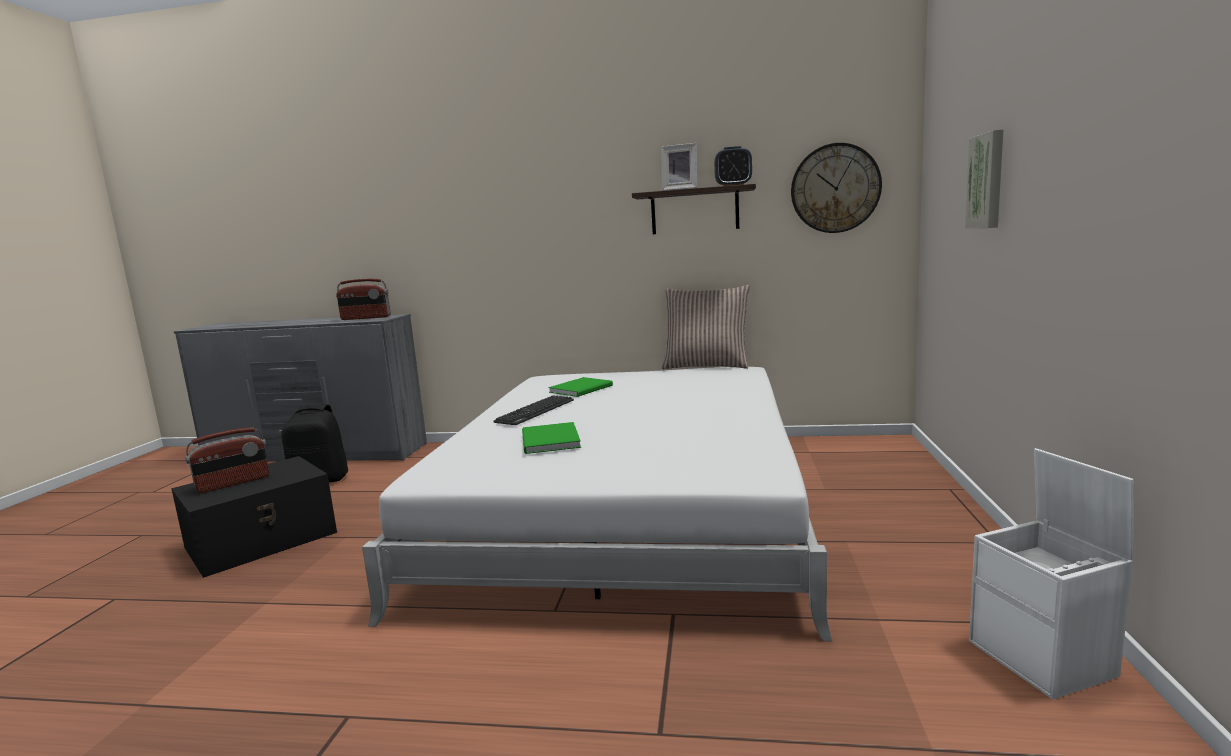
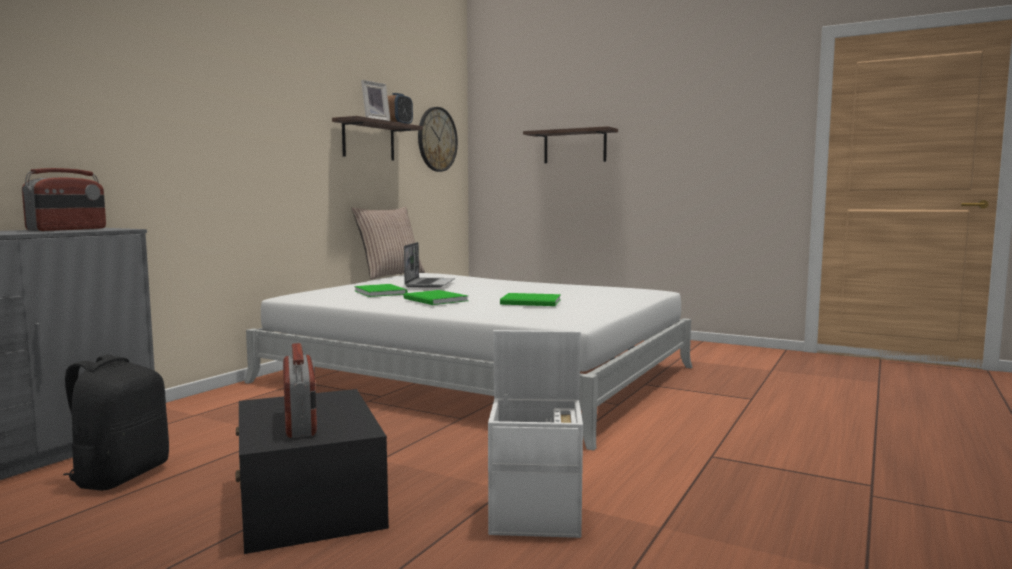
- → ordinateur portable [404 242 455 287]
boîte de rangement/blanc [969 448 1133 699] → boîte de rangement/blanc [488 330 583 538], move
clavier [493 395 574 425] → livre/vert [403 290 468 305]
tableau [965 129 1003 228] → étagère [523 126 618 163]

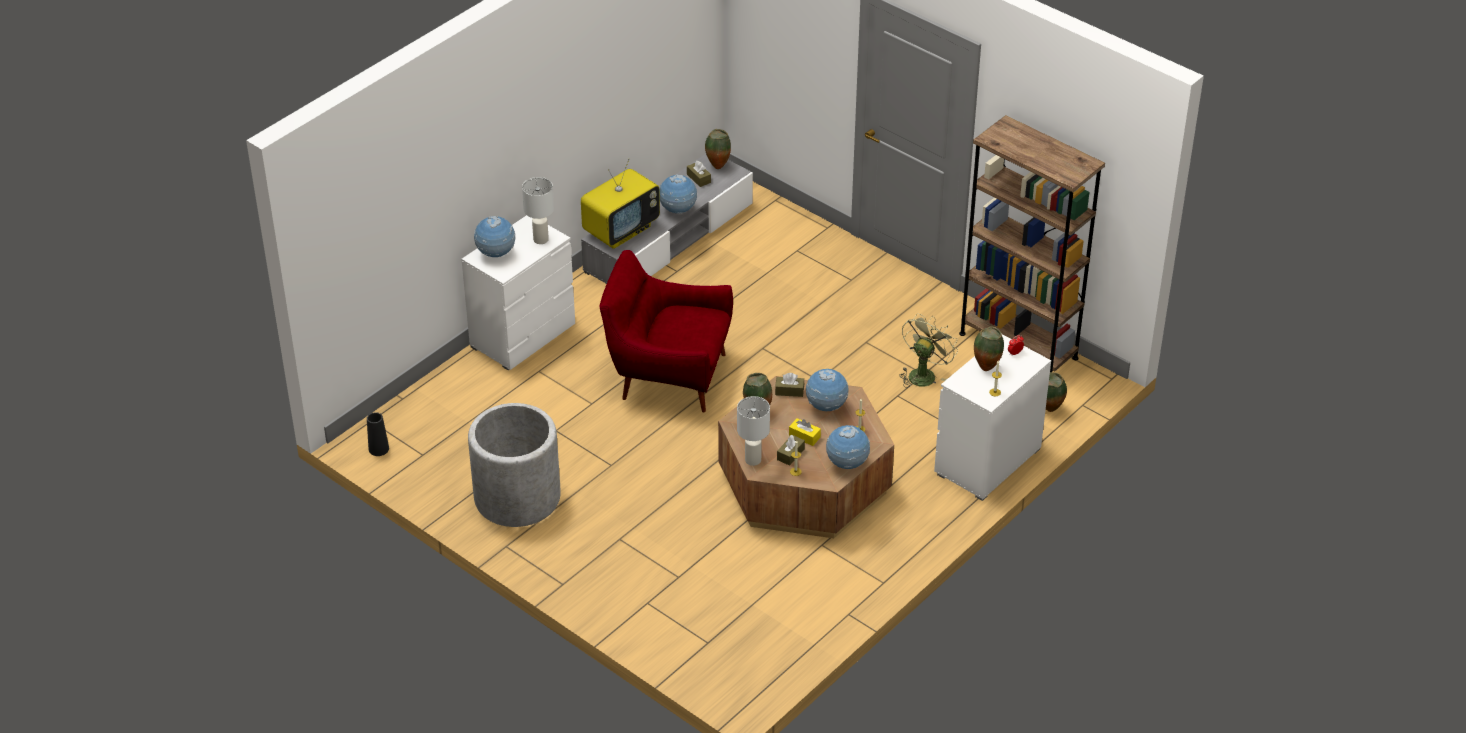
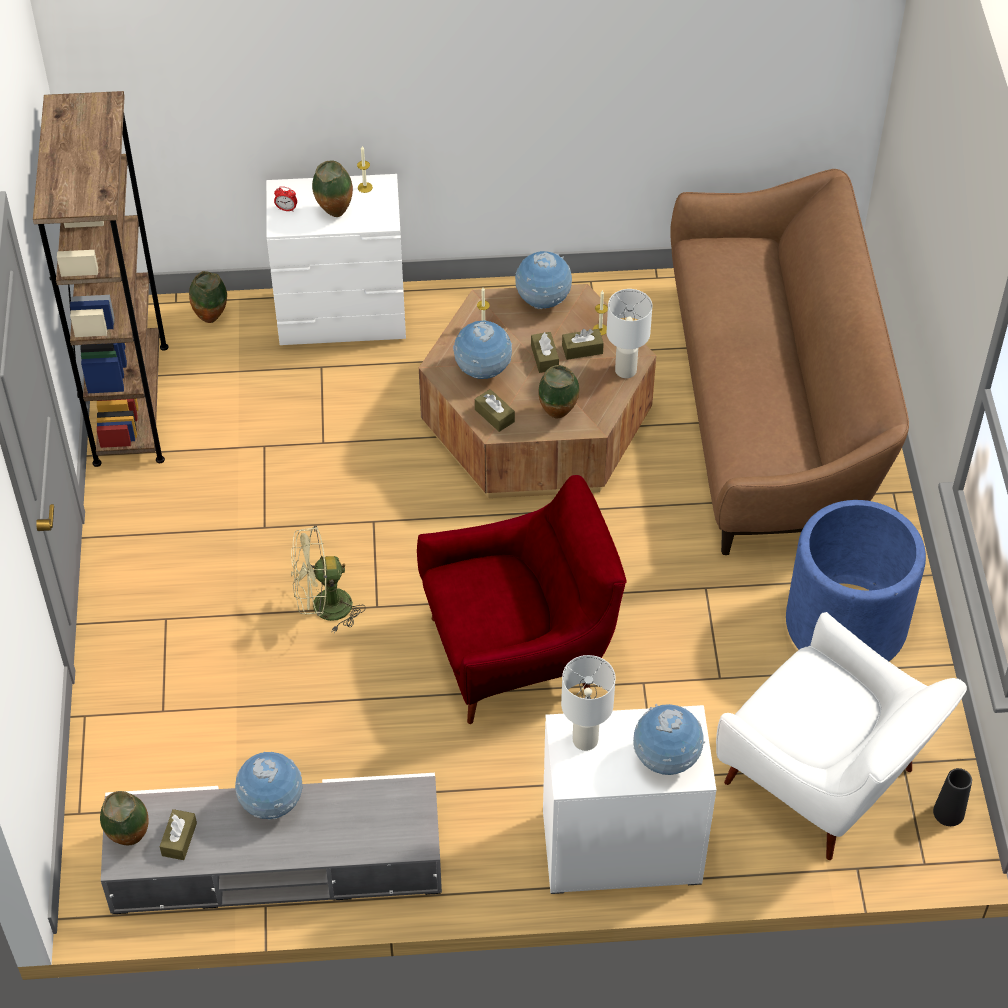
téléviseur [581 158 660 249] → -
- → canapé/marron [670 169 909 555]
- → fauteuil/blanc [716 612 967 860]
ventilateur/vert [899 313 958 388] → ventilateur/vert [291 526 366 633], move
cache-pot/gris [468 403 561 527] → cache-pot/bleu [786 500 926 661]
boîte à mouchoirs/jaune [789 418 821 446] → boîte à mouchoirs/marron [531 332 559 373]
fauteuil/rouge [599 250 733 413] → fauteuil/rouge [417 475 627 724], 75 degrees counterclockwise

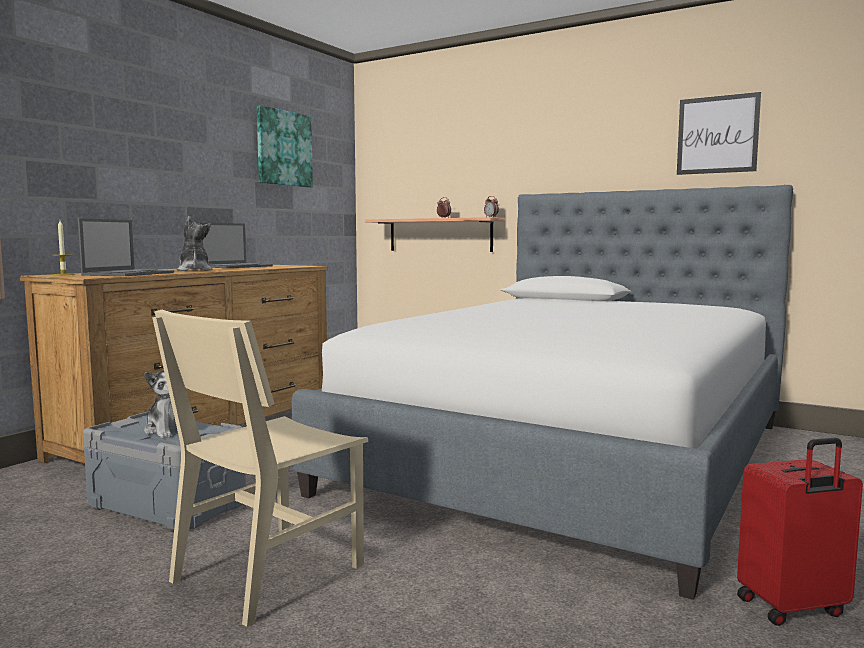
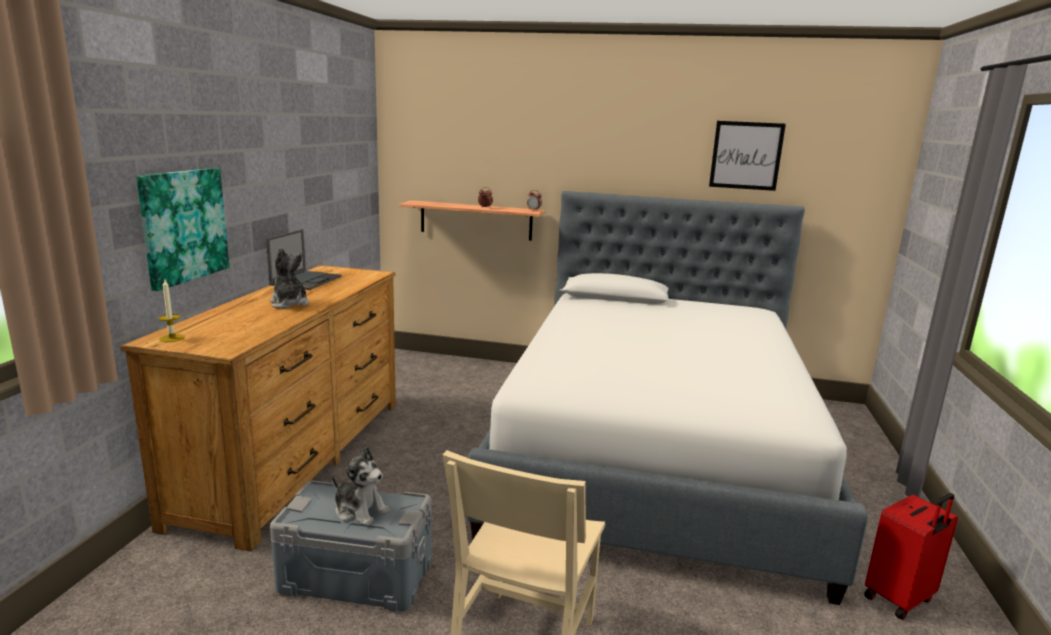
ordinateur portable [78 218 174 276] → -
tableau [257 105 313 187] → tableau [136 168 229 291], move

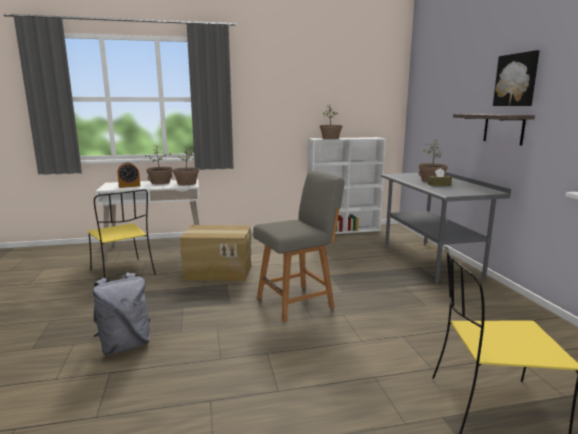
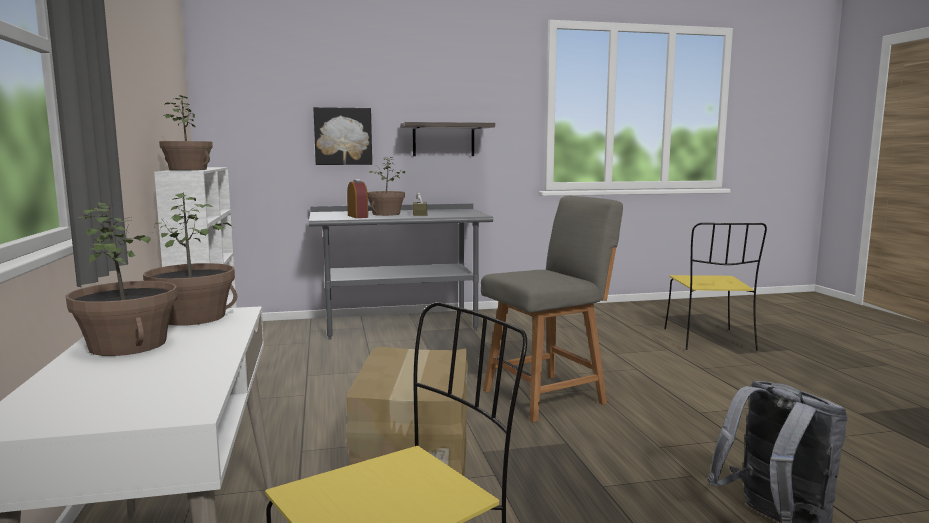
réveil [118 162 140 188] → réveil [347 179 368 218], move
tableau [493 50 540 106] → tableau [313 107 372 165], move
chaise/gris [253 171 344 322] → chaise/gris [481 196 623 422], 90 degrees clockwise

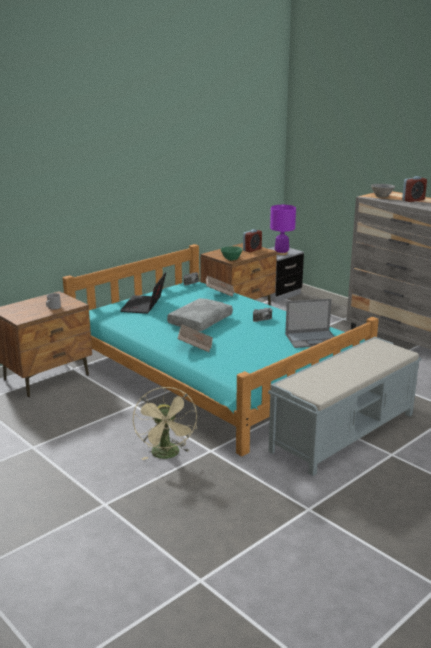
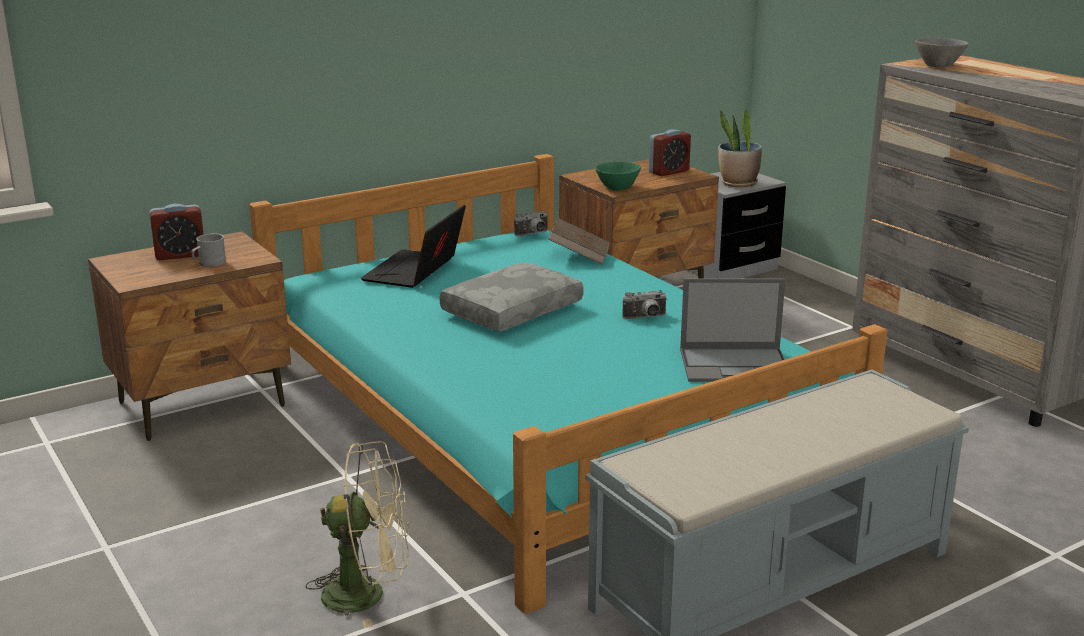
livre/marron [177 325 213 352] → -
réveil [402 176 427 202] → réveil [149 204 203 260], move
lampe de table/violet [270 205 296 255] → plante en pot [718 109 762 187]
ventilateur/beige [133 387 197 460] → ventilateur/beige [305 441 409 628], 90 degrees counterclockwise

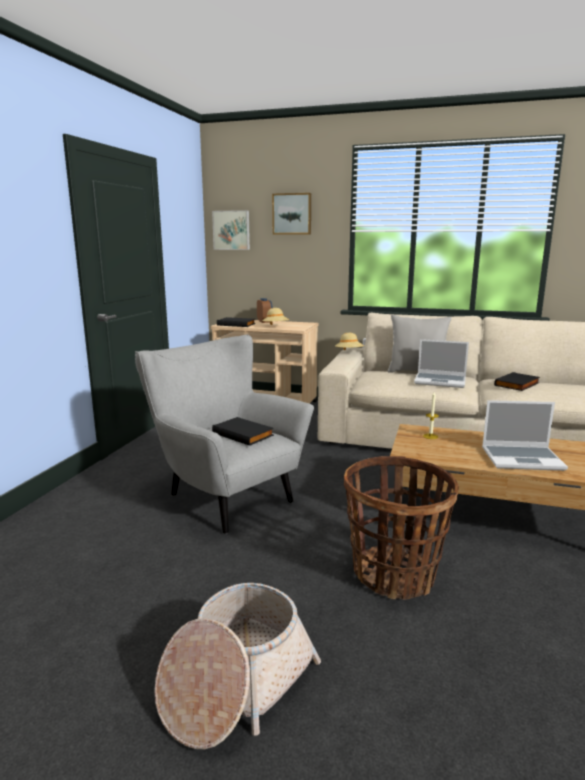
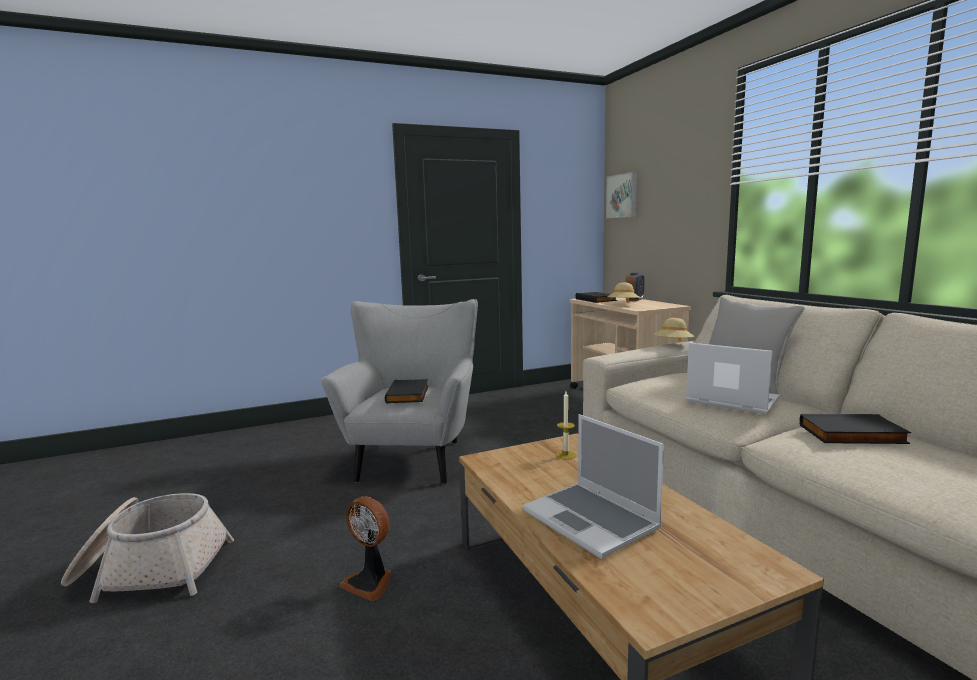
tableau [272 193 311 235] → -
panier [344 456 459 600] → ventilateur [339 497 392 601]
ordinateur portable [414 339 469 388] → ordinateur portable [686 342 780 414], 150 degrees clockwise

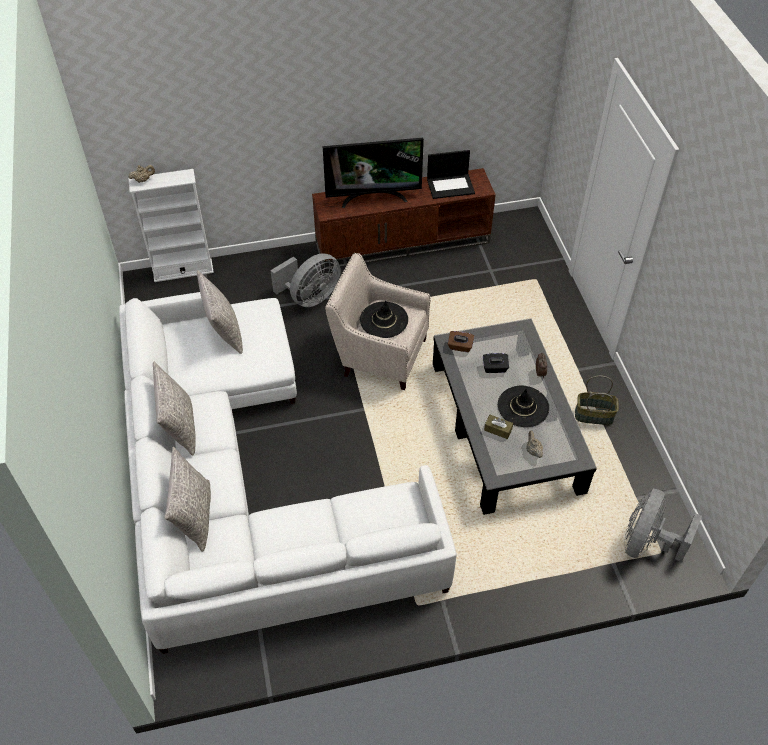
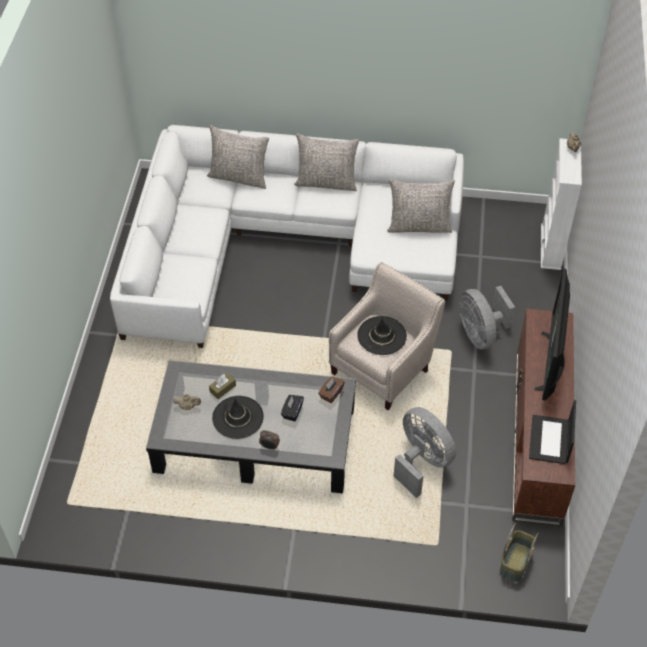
panier [575 376 619 425] → panier [500 523 539 582], move
ventilateur/gris [625 489 702 562] → ventilateur/gris [394 407 456 498], move

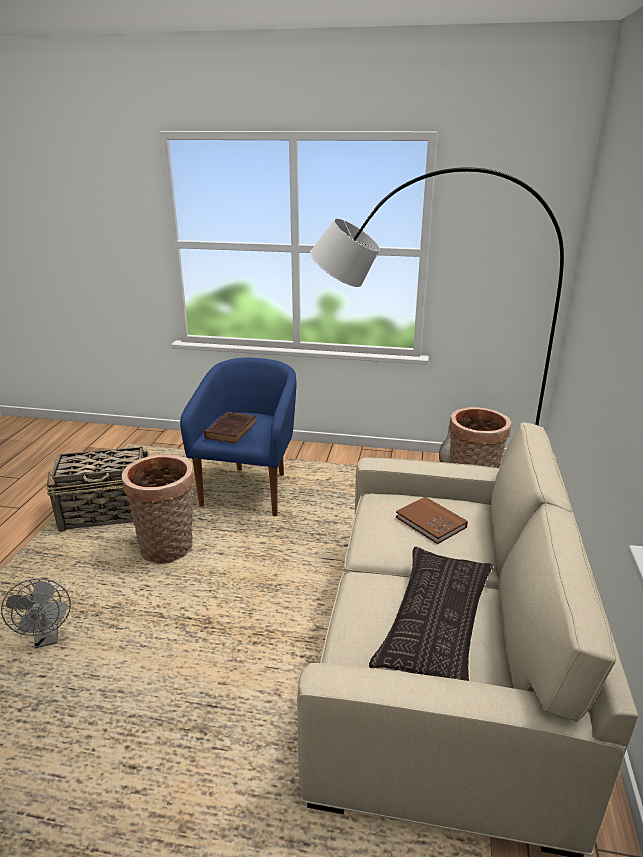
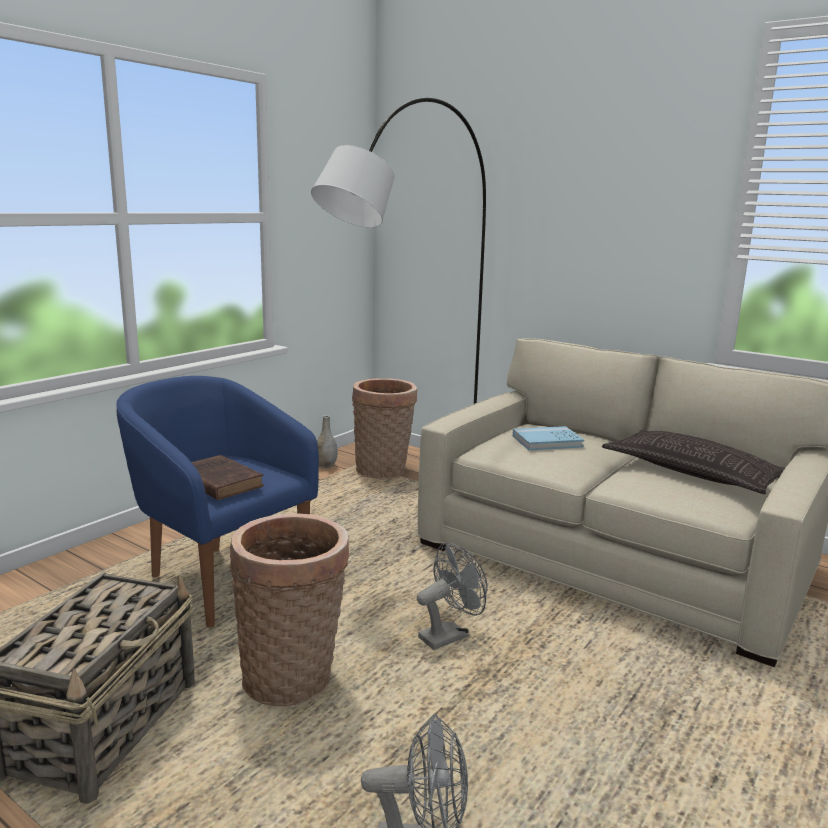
- → ventilateur/gris [417 542 488 650]
livre/marron [396 497 468 544] → livre/bleu [513 426 584 450]

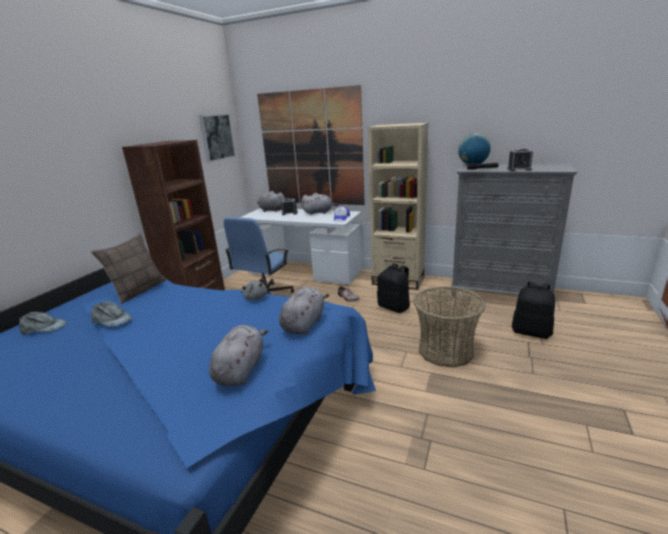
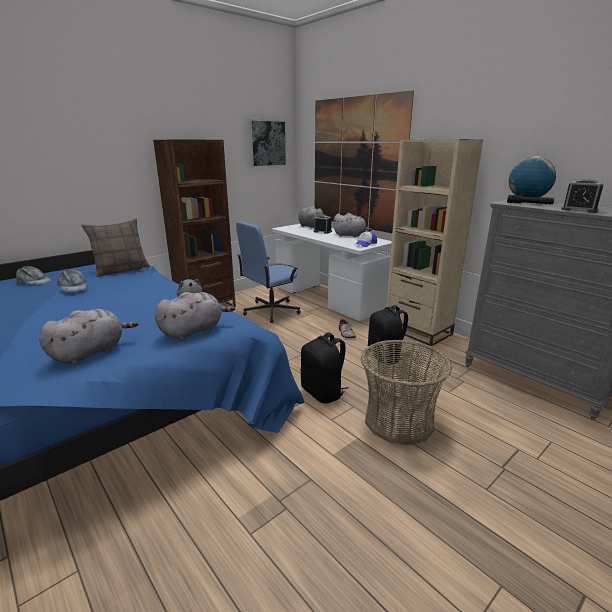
sac à dos/noir [512 282 555 339] → sac à dos/noir [301 332 348 404], move

